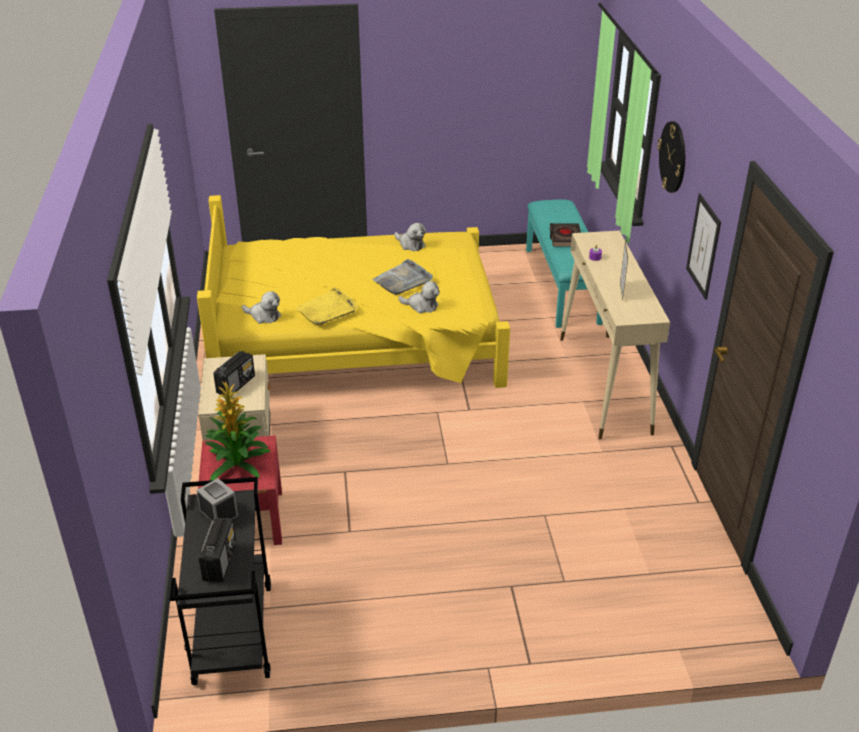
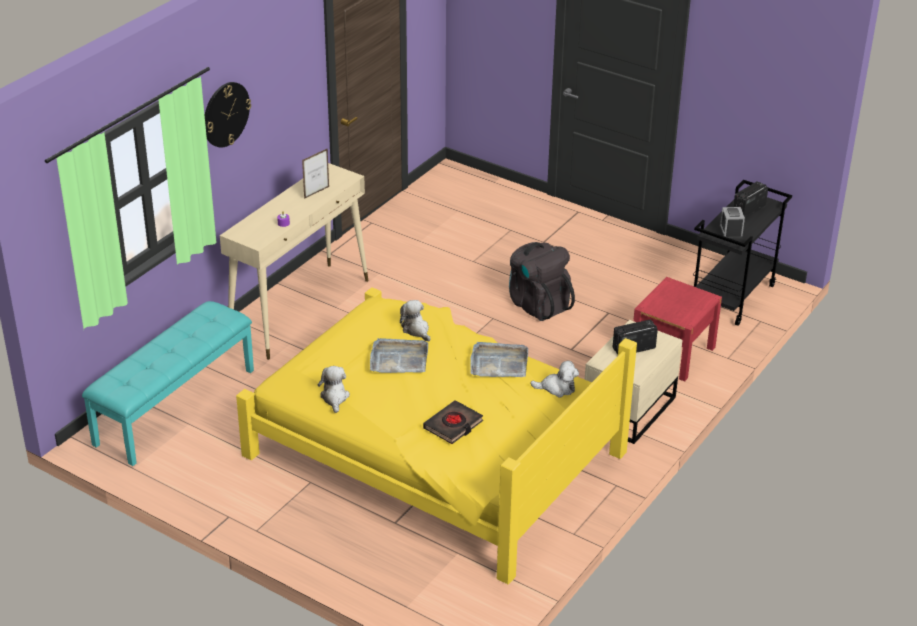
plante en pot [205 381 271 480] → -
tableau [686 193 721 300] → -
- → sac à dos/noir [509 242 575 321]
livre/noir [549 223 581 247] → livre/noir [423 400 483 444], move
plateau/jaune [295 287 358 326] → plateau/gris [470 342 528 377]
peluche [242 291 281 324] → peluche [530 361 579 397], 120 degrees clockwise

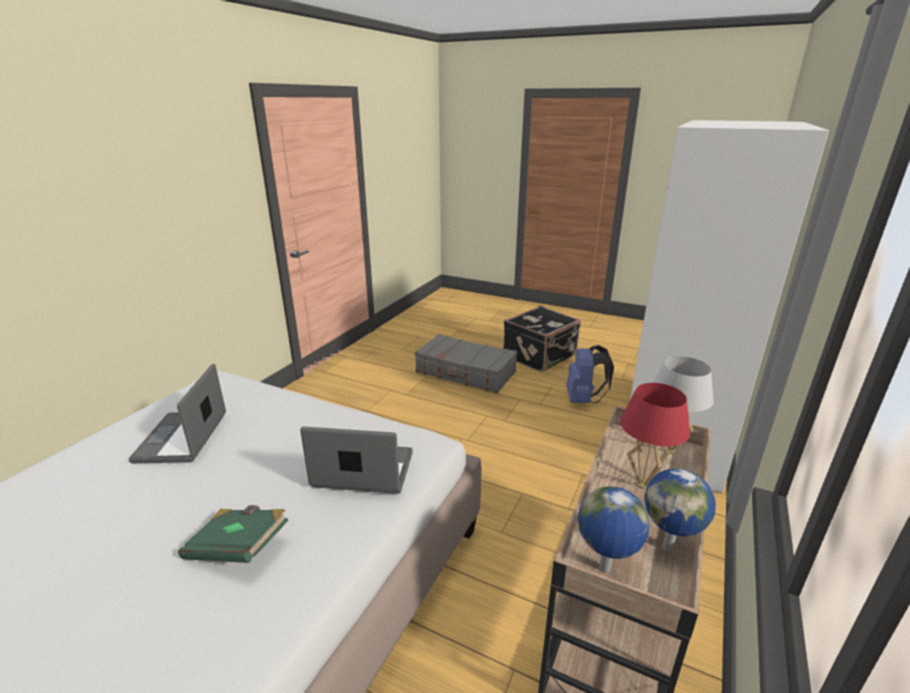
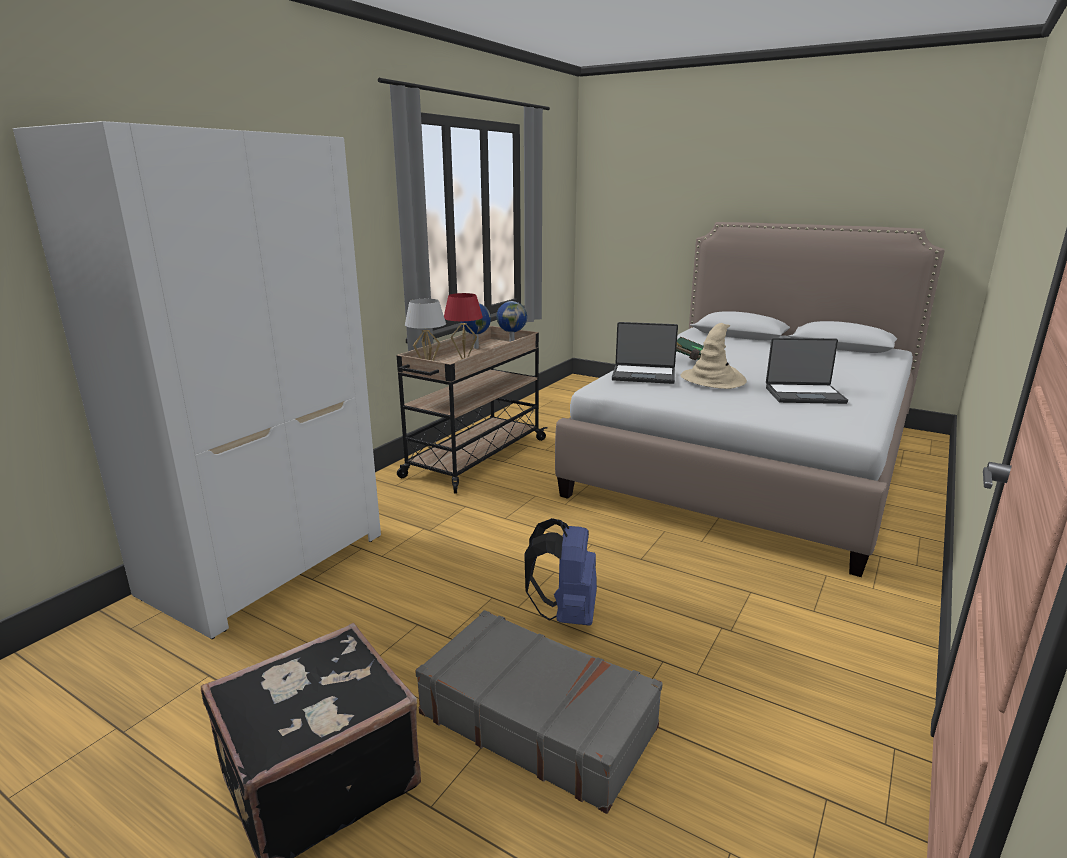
- → chapeau/beige [680 323 747 389]
sac à dos/bleu [566 345 614 404] → sac à dos/bleu [524 518 597 626], move
ordinateur portable [129 364 226 463] → ordinateur portable [766 338 848 404], 90 degrees clockwise

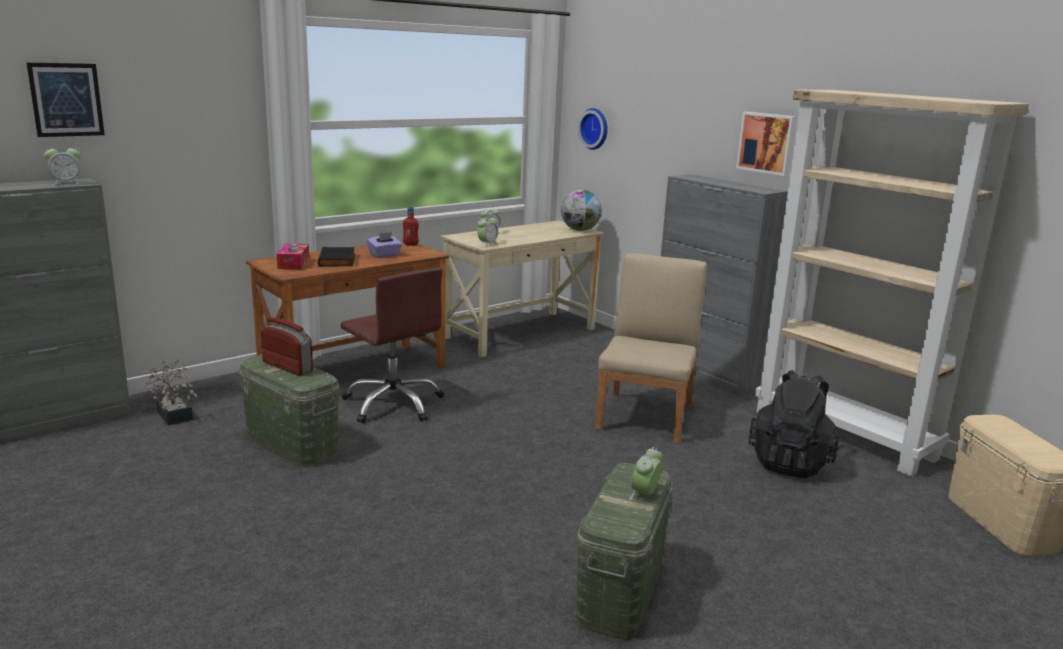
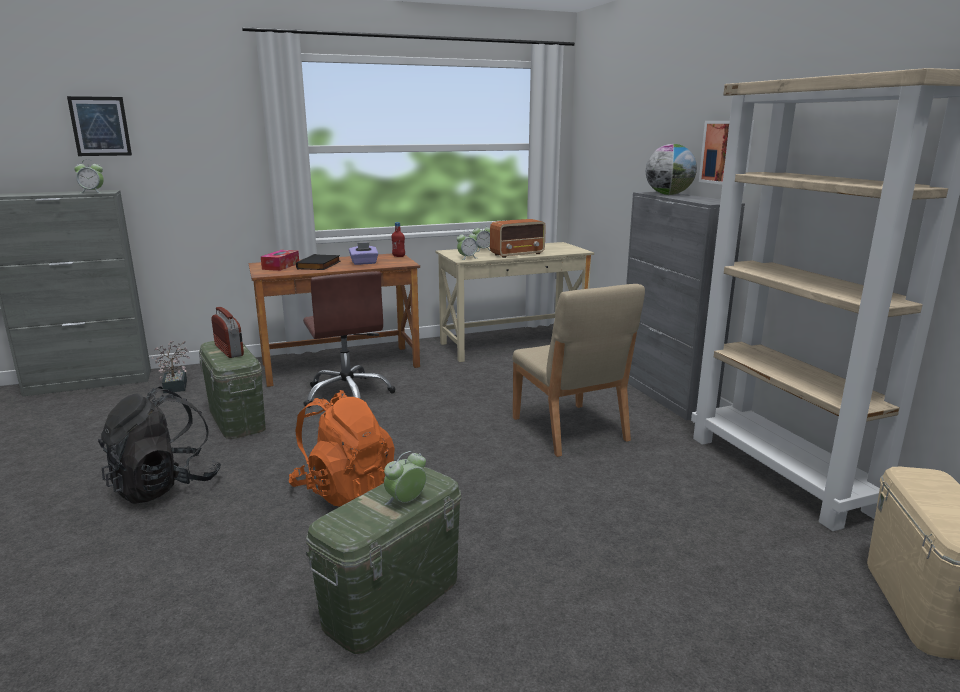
horloge murale [578 108 608 150] → -
- → sac à dos/orange [288 390 395 507]
- → radio [490 219 546 258]
globe [561 190 602 231] → globe [646 144 697 195], move
sac à dos/noir [749 370 840 478] → sac à dos/noir [98 386 221 504], move
chaise/beige [595 253 707 443] → chaise/beige [512 284 645 457], 120 degrees clockwise

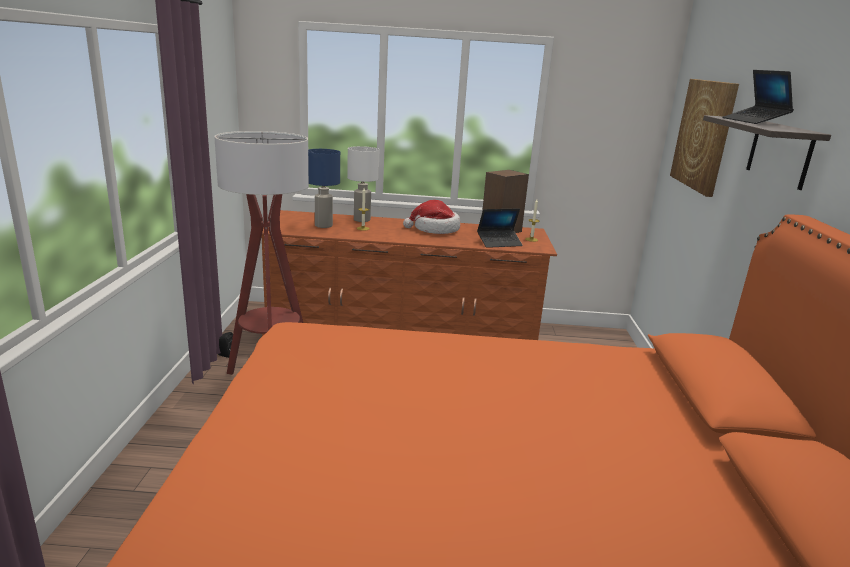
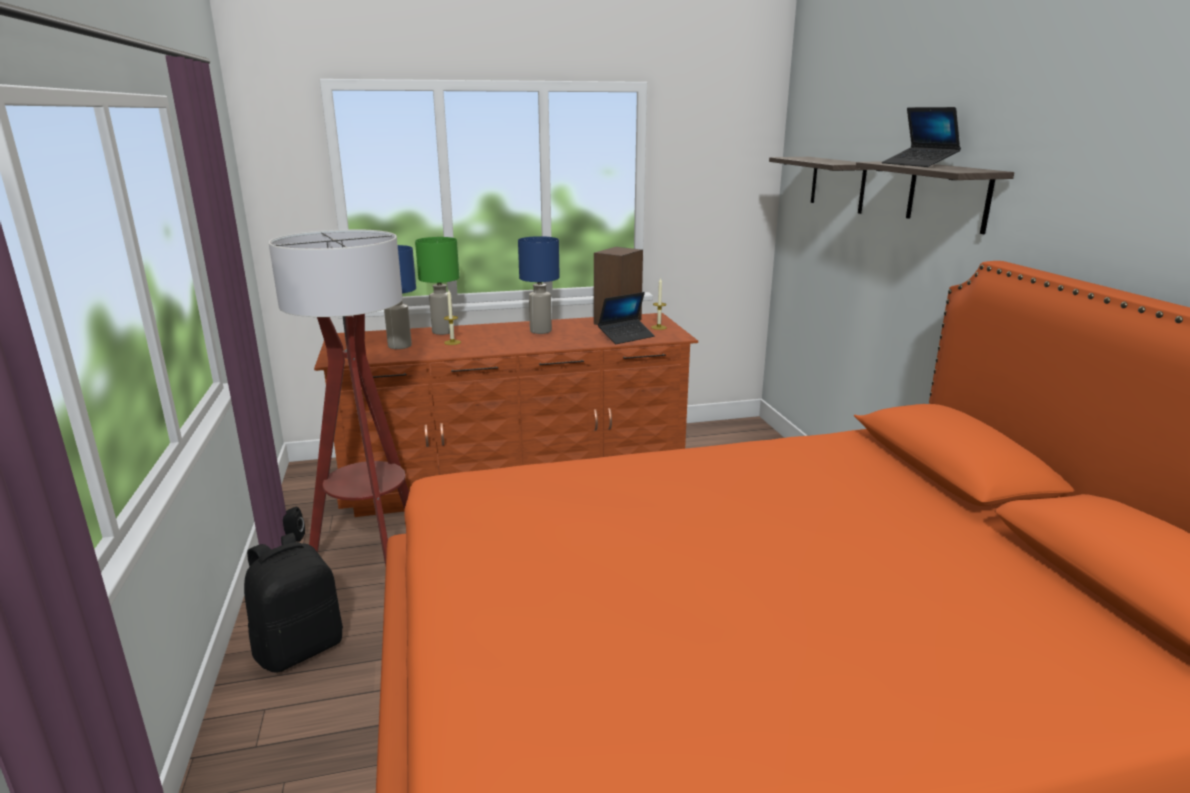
- → sac à dos/noir [244 533 343 673]
chapeau [403 200 460 234] → lampe de table/bleu [518 236 560 334]
tableau [670 79 739 197] → étagère [769 157 871 214]
lampe de table/blanc [347 146 379 222] → lampe de table/vert [415 237 459 335]

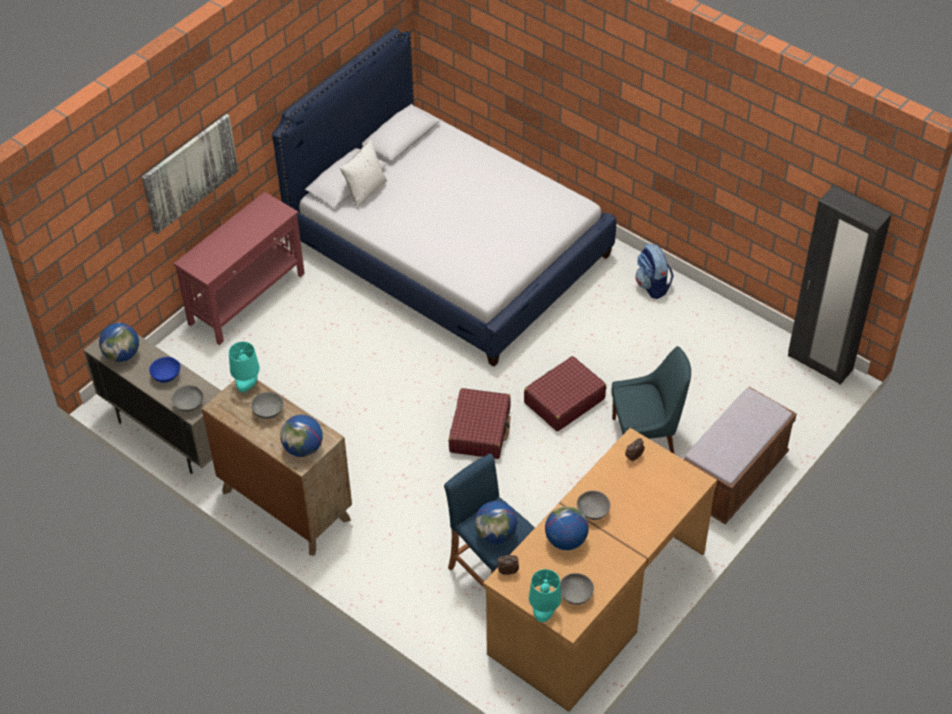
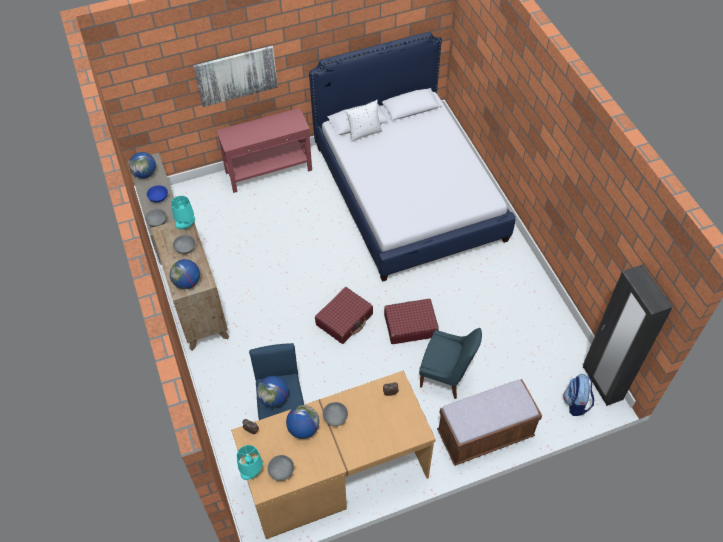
sac à dos [635 243 674 299] → sac à dos [563 374 594 416], move

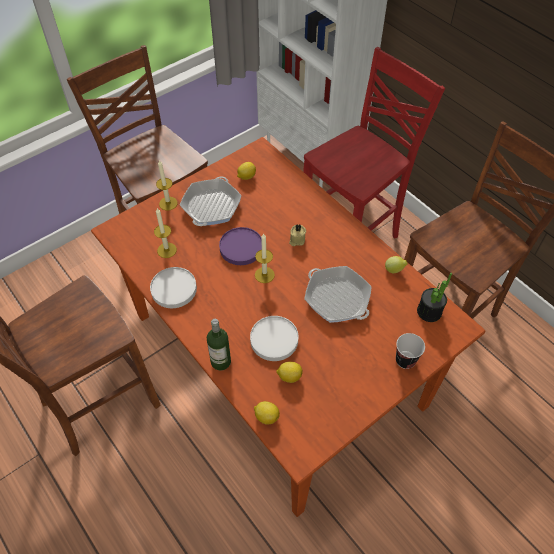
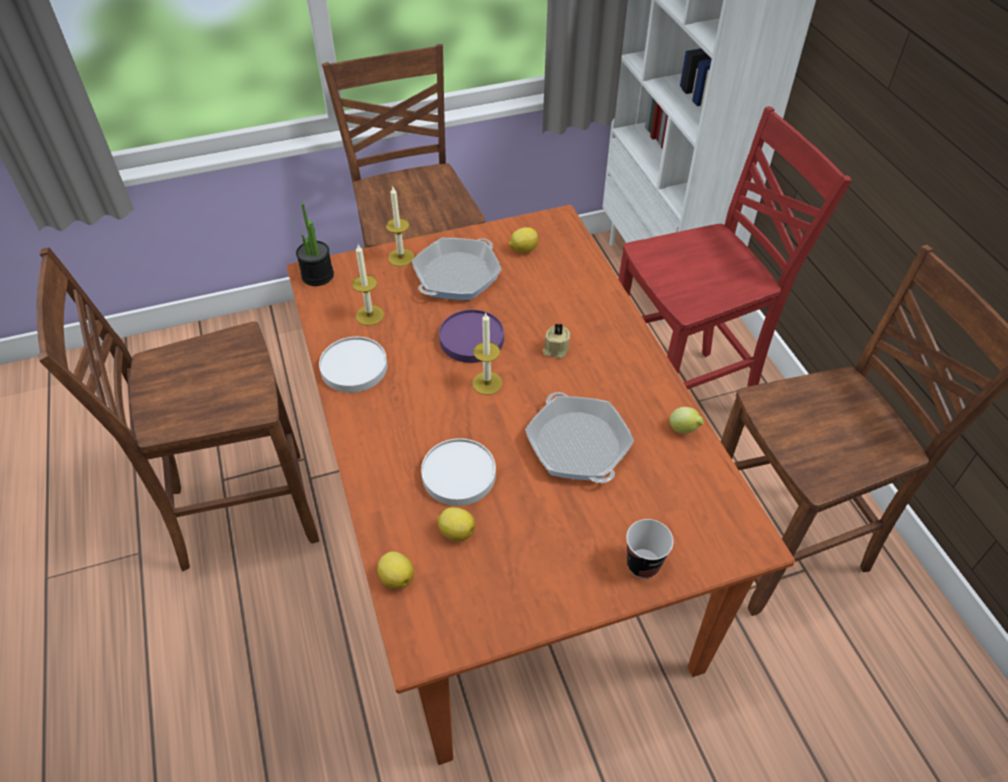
bouteille [207 319 231 371] → -
plante en pot [417 273 452 322] → plante en pot [296 203 334 286], move

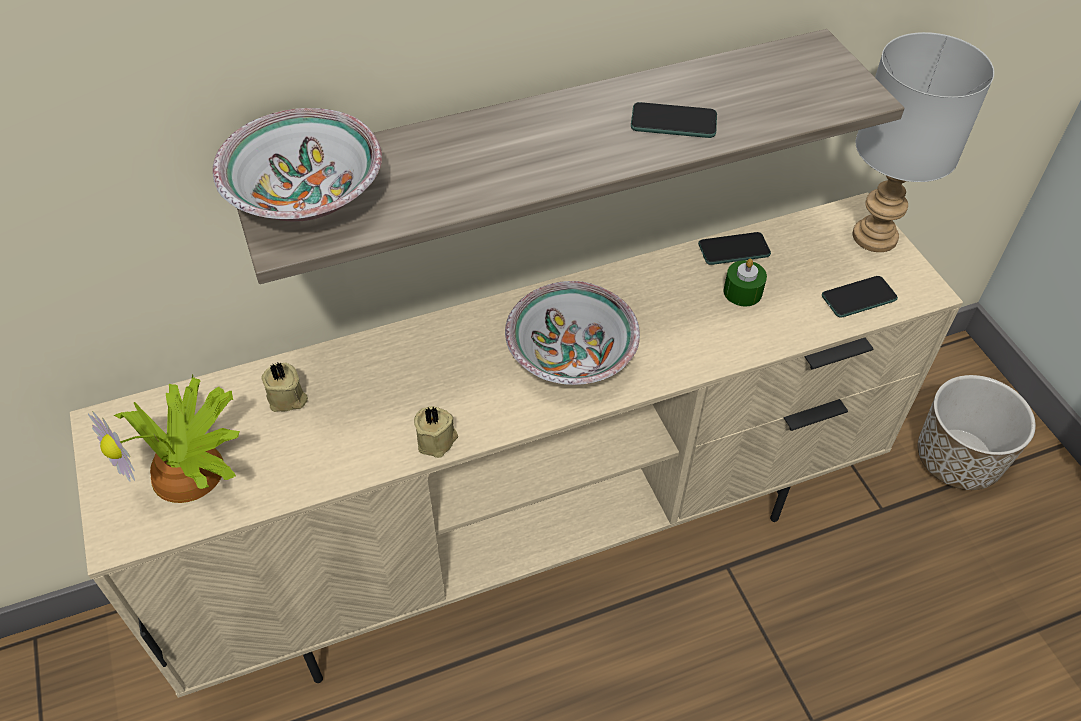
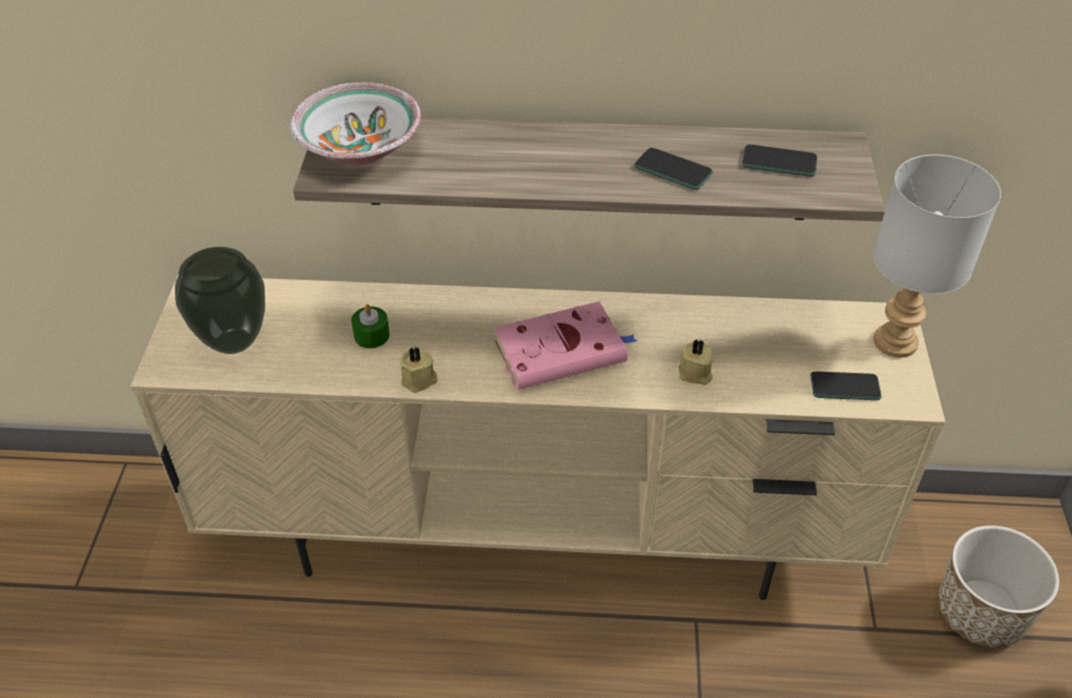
bougie/beige [261 363 308 412] → bougie/beige [678 339 713 385], move
téléphone [698 232 771 265] → téléphone [742 144 818 177], move
bougie/vert [724 259 767 306] → bougie/vert [351 304 390 348], move
plante en pot [88 375 240 503] → vase [175 247 265 354]
bol [505 281 640 385] → livre/rose [494 301 638 390]

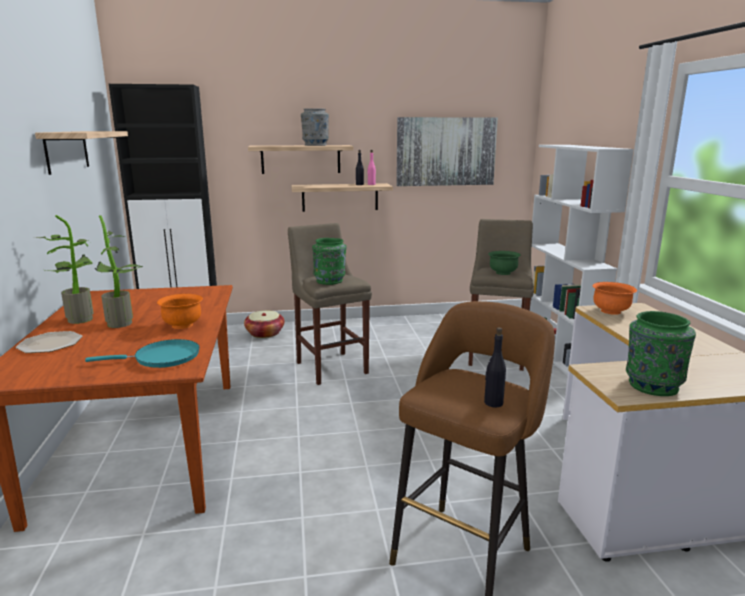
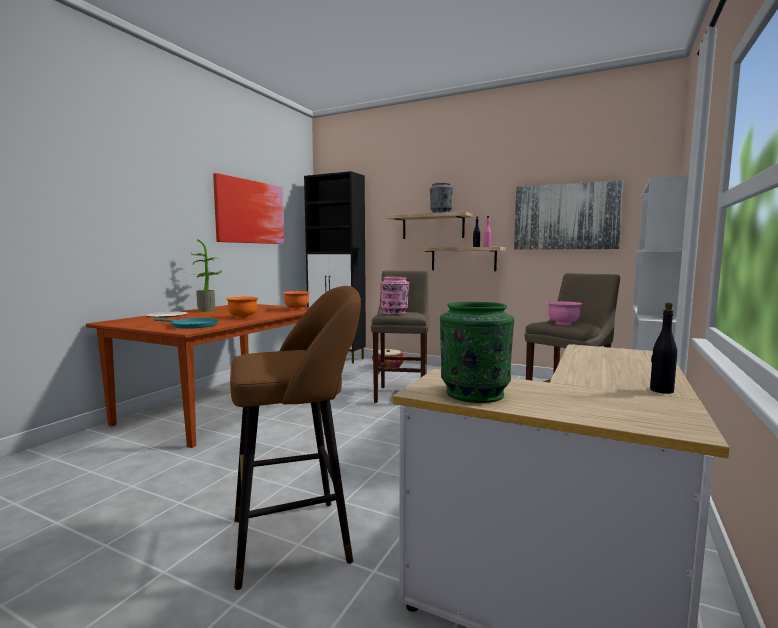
plante en pot [94 215 143 328] → -
bouteille/noir [484 328 506 408] → bouteille/noir [650 303 677 394], move
bol/orange [592 282 637 315] → bol/orange [283 291 310 310], move
étagère [35 131 128 175] → tableau [213 173 284 244]
vase/vert [312 238 346 285] → vase/rose [380 277 409 315]
bol/vert [488 251 521 275] → bol/rose [546 301 582 325]

